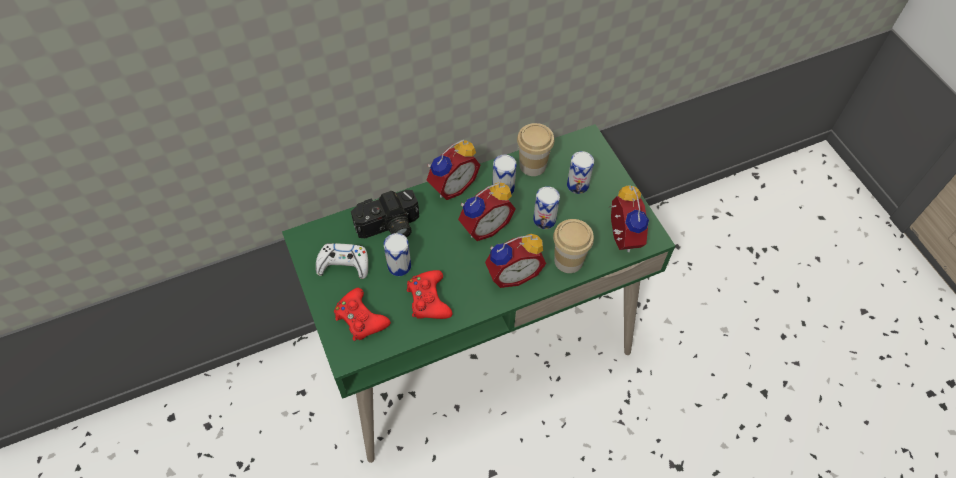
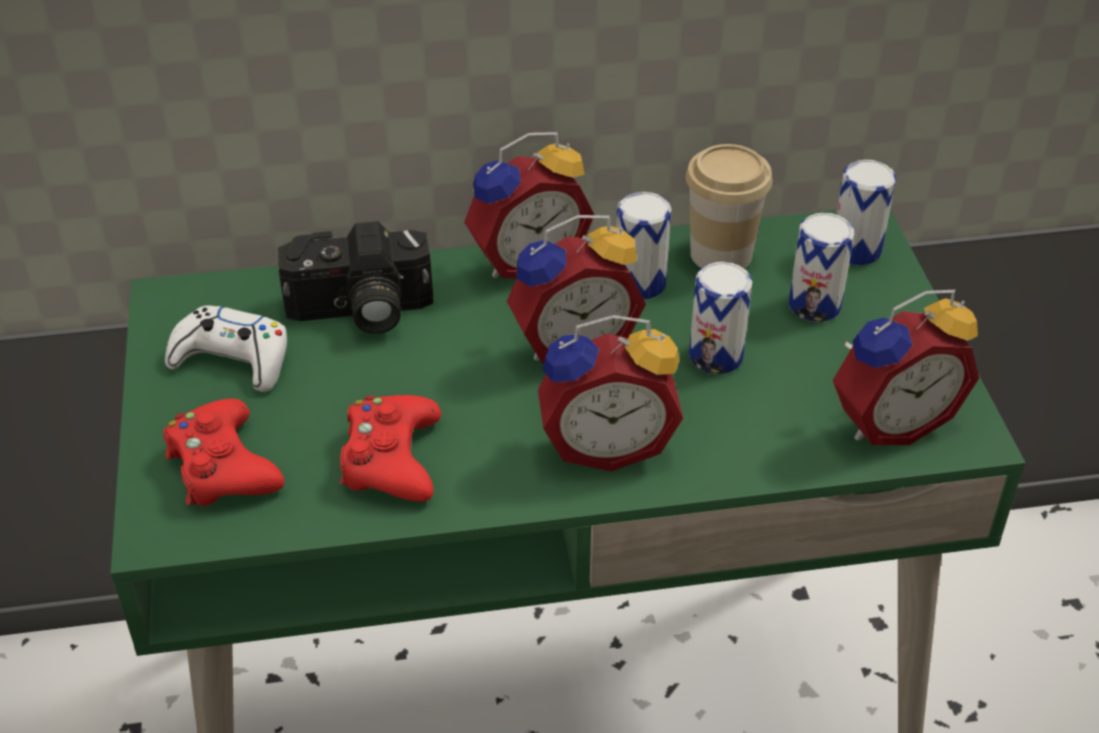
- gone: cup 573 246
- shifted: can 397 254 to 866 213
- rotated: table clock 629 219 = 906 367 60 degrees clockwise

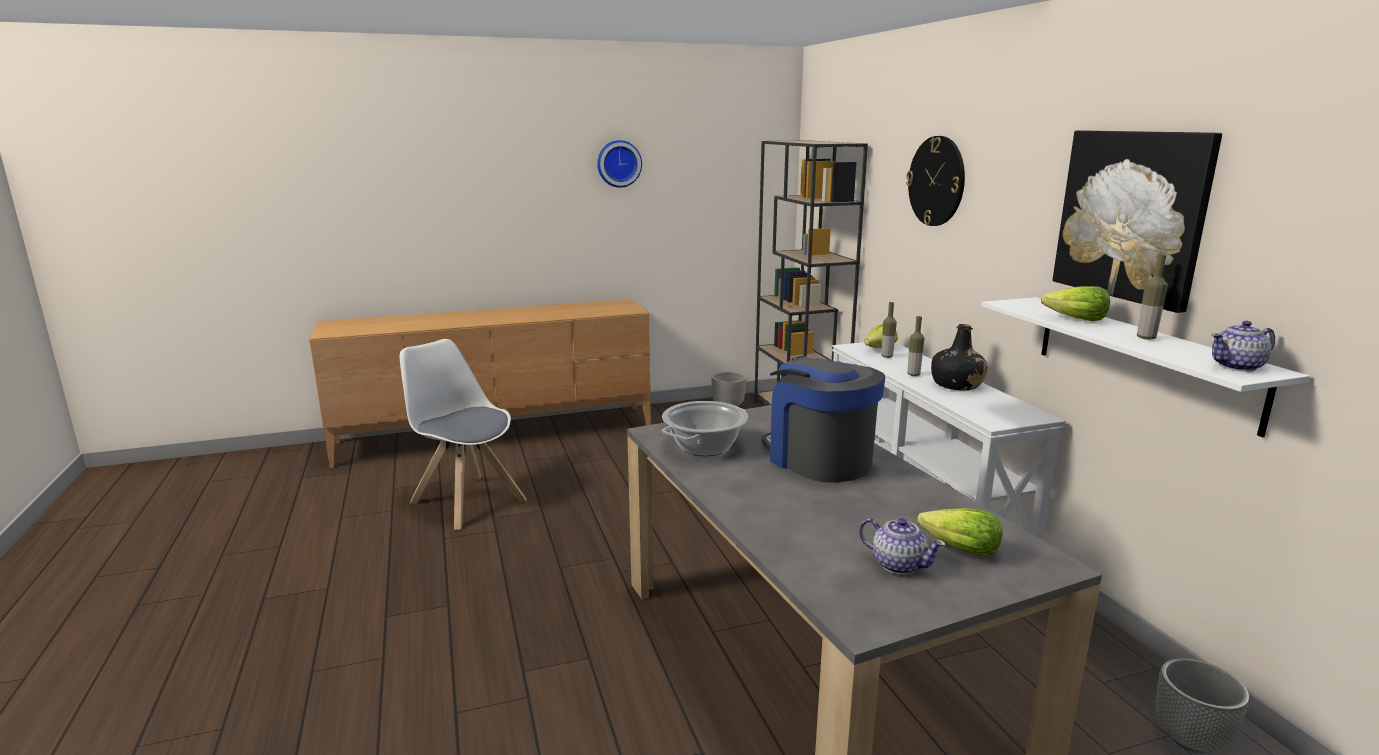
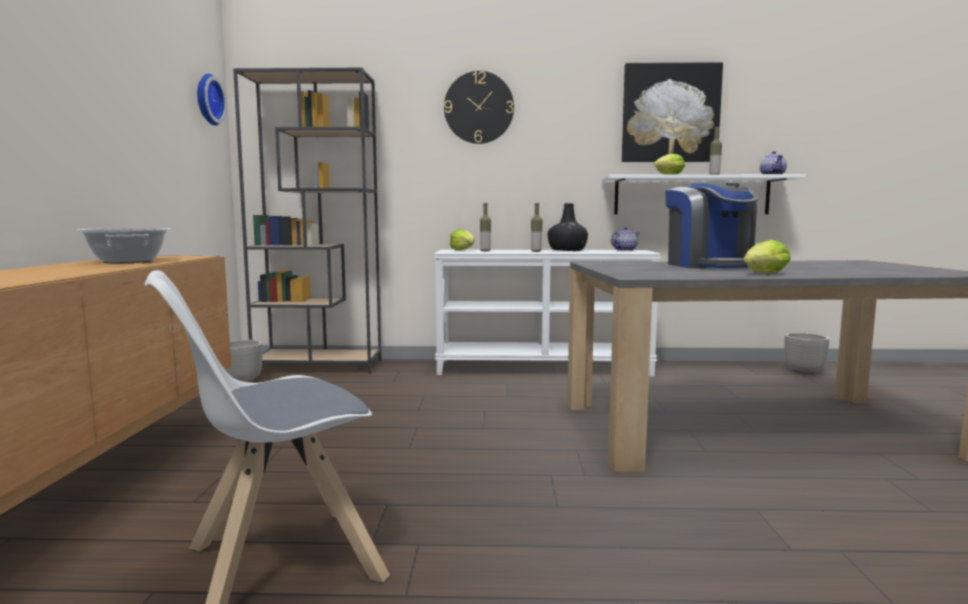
- shifted: wall clock 619 164 to 212 100
- shifted: saucepot 705 428 to 123 245
- shifted: tea pot 902 546 to 625 239
- shifted: lettuce 960 532 to 767 256
- rotated: coffee machine 824 419 = 712 224 90 degrees counterclockwise

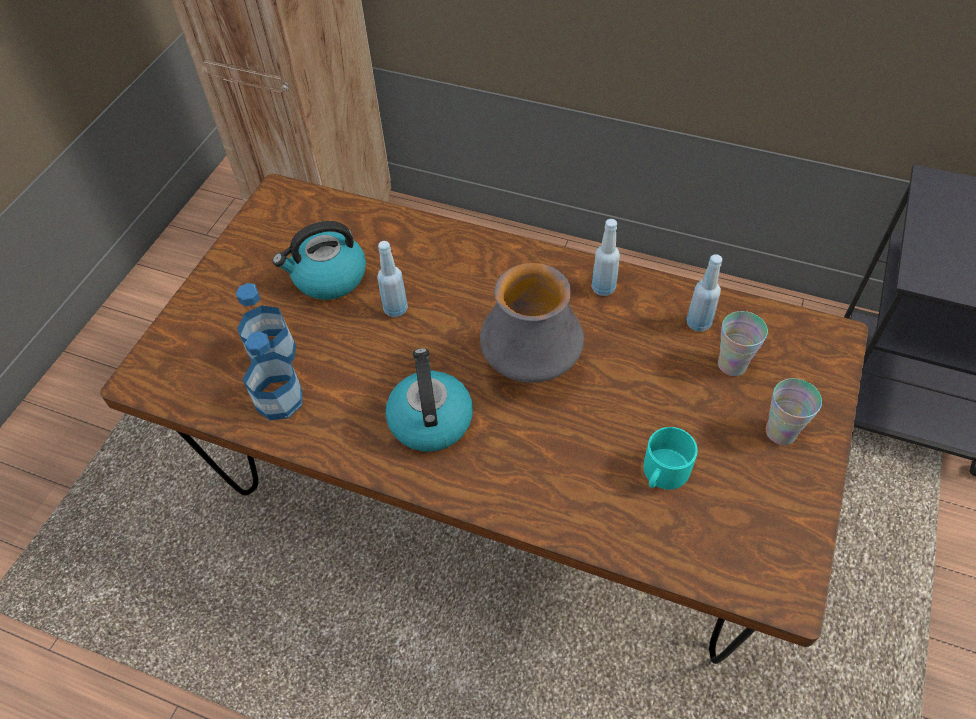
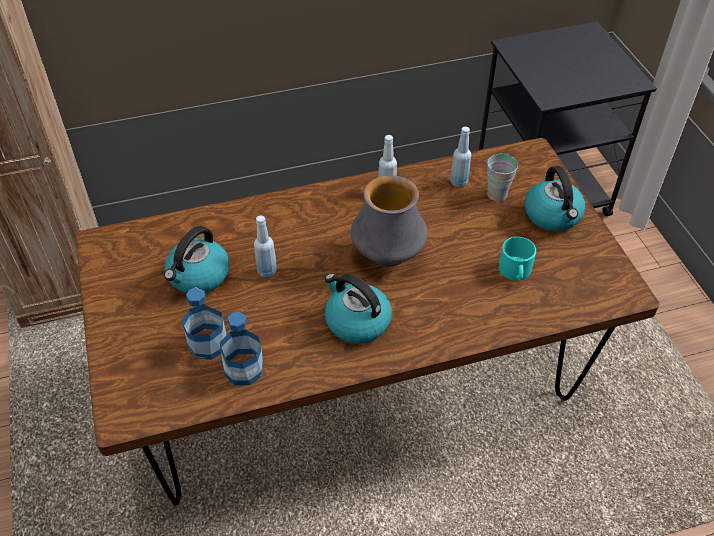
- swapped: cup 794 411 to water kettle 555 199

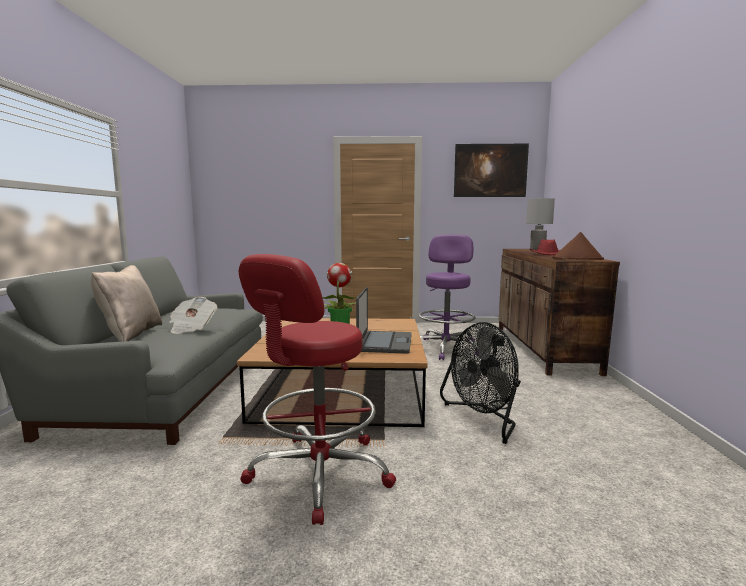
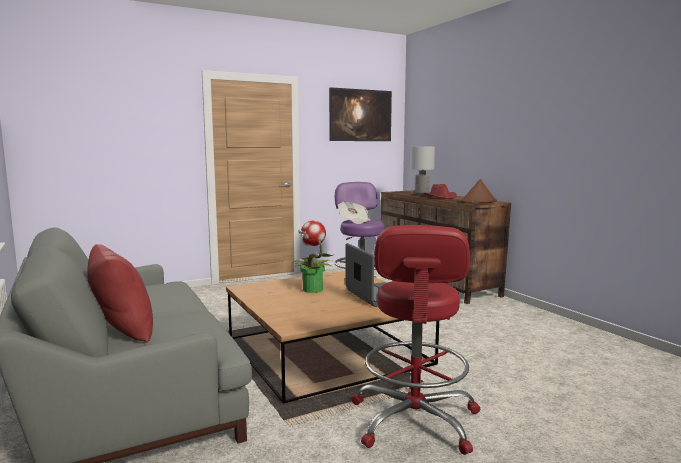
- gone: black fan 480 383
- shifted: printed paper 193 315 to 354 213
- repainted: sand-coloured pillow 126 303 to red-coloured pillow 120 293

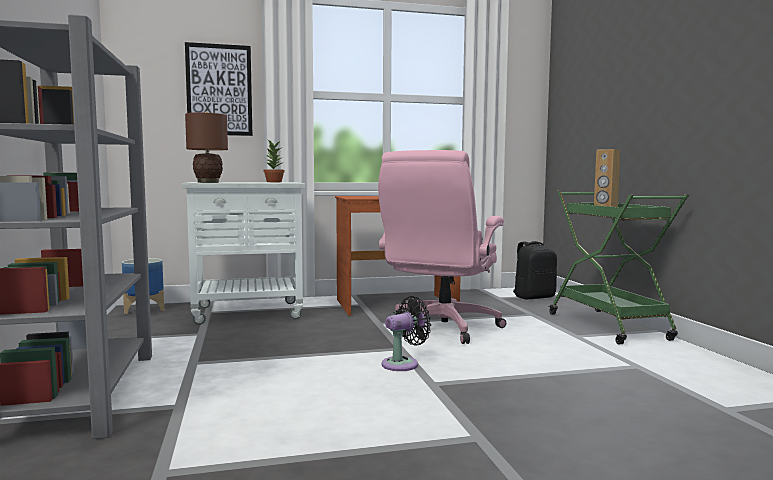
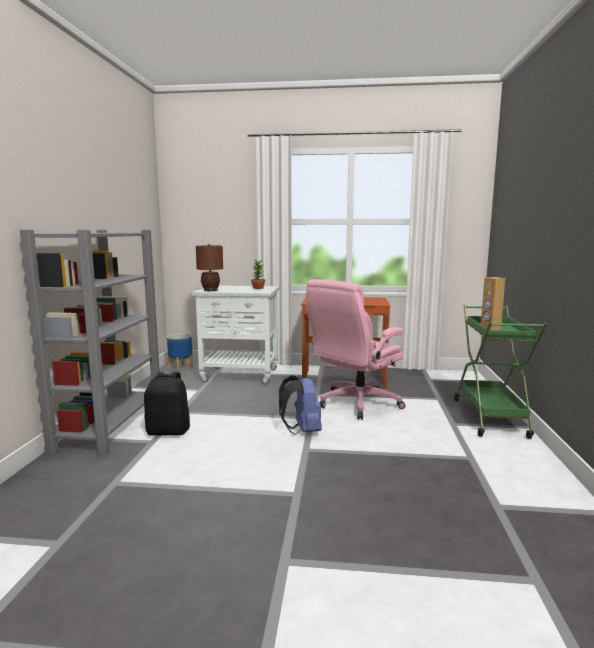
- gone: picture 218 89
- shifted: black rucksack 535 270 to 167 404
- swapped: black fan 406 333 to blue rucksack 300 405

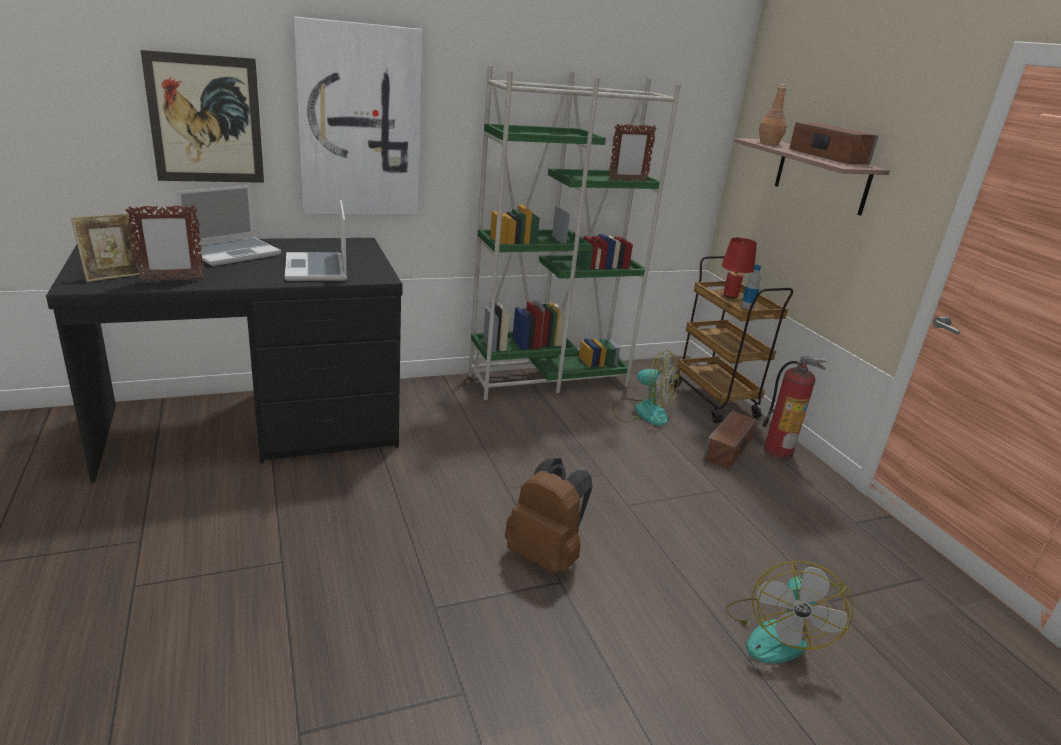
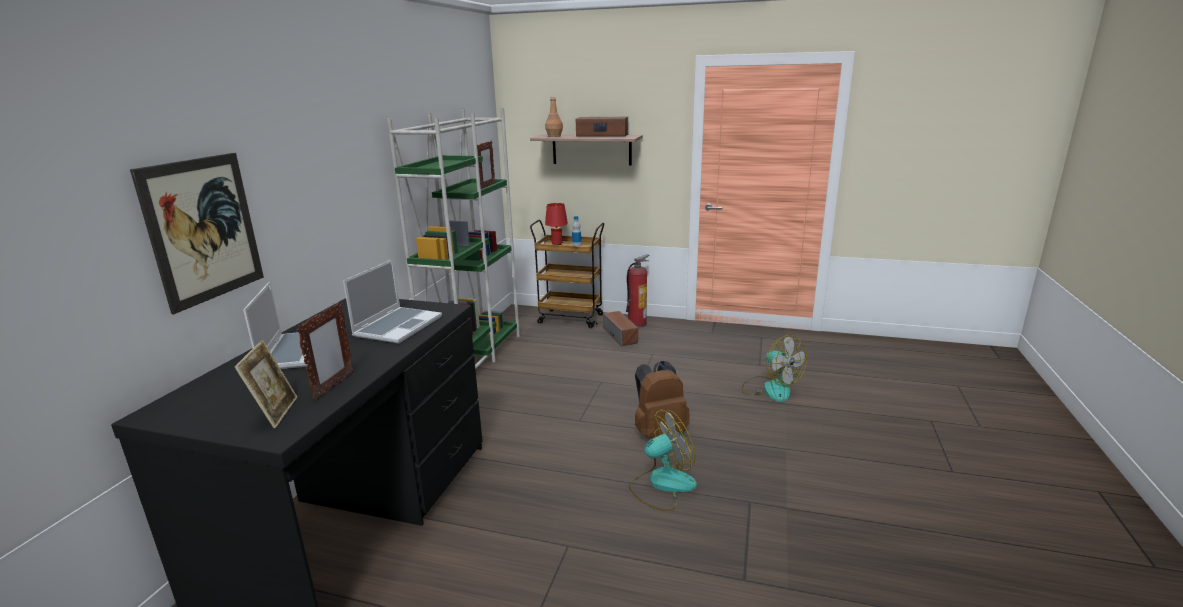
- gone: picture 357 115
- shifted: fan 646 388 to 663 460
- rotated: laptop 316 240 = 392 301 90 degrees counterclockwise

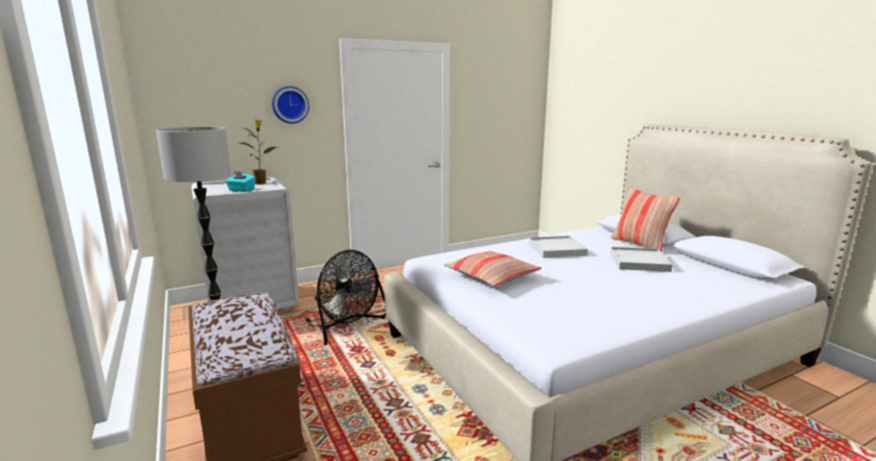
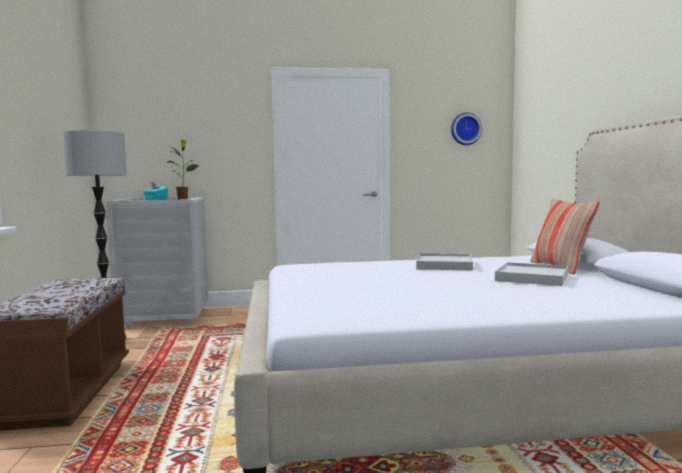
- gone: black fan 346 297
- gone: pillow 492 268
- shifted: wall clock 290 105 to 466 129

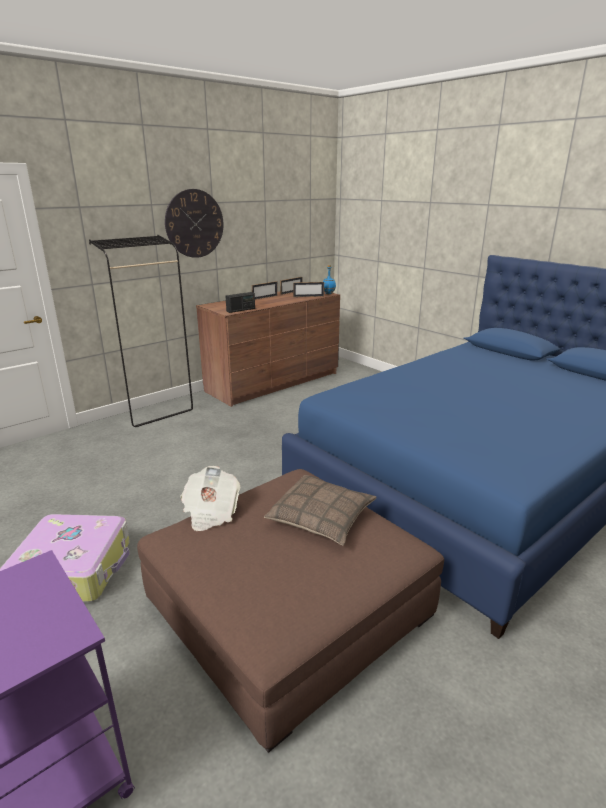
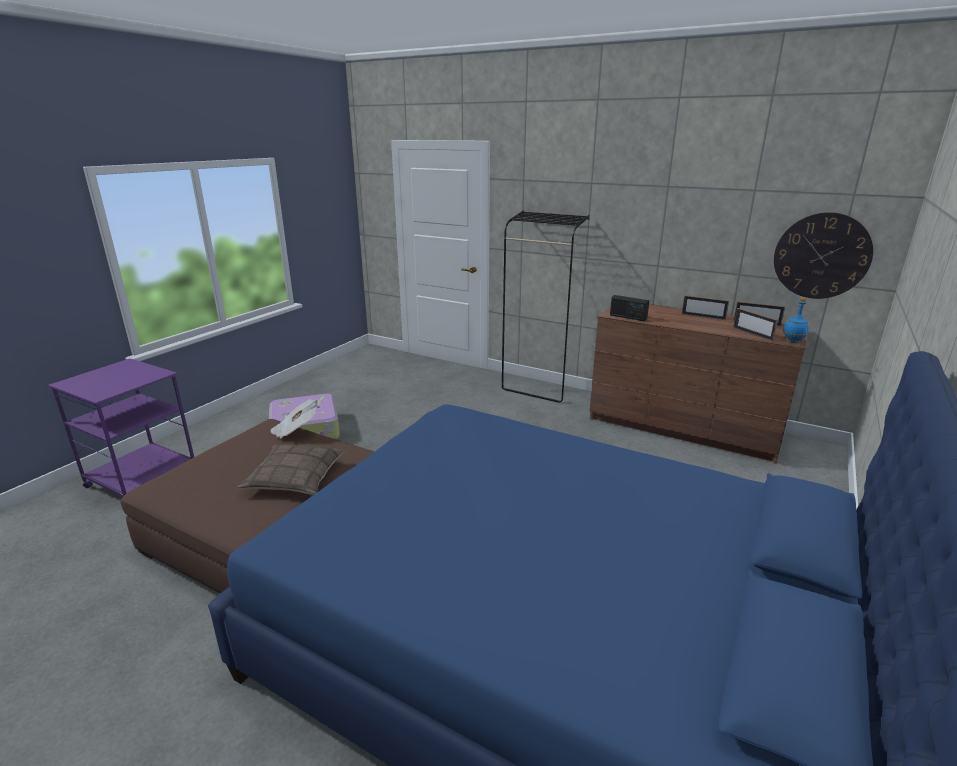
- shifted: wall clock 194 223 to 823 255

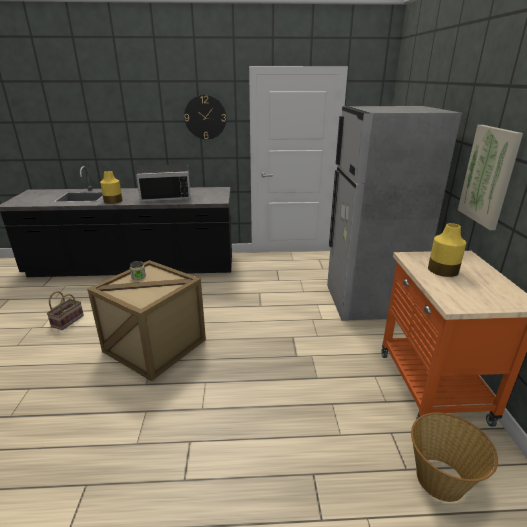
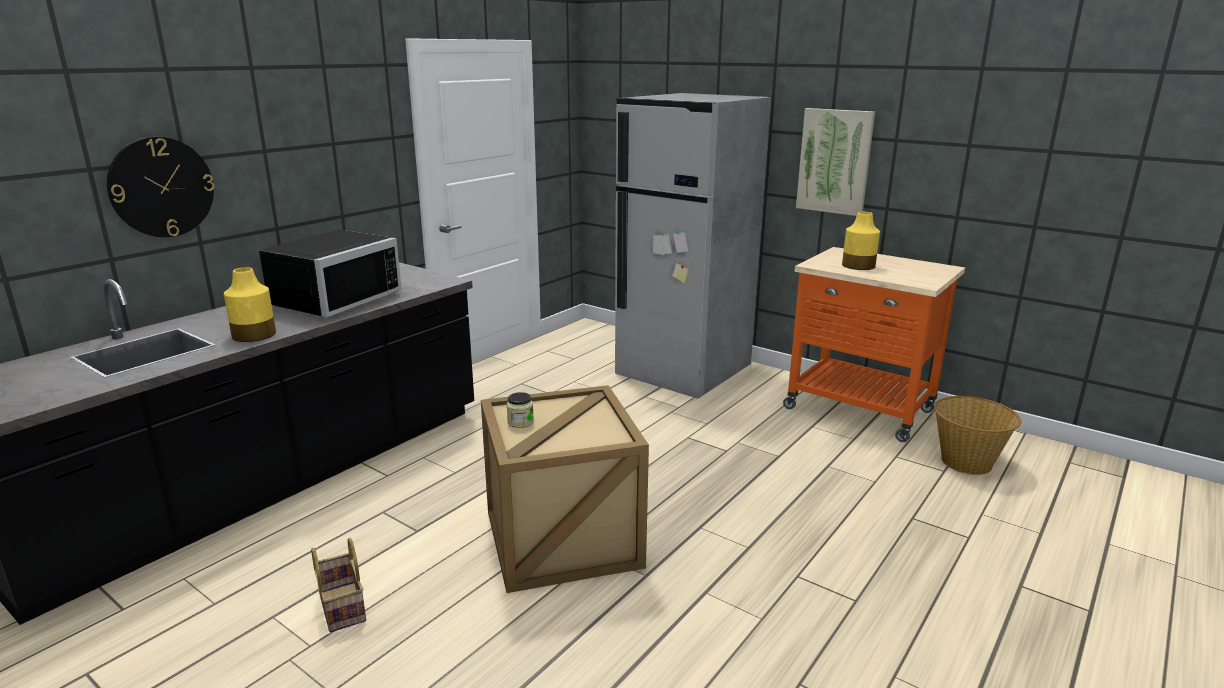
- shifted: wall clock 205 117 to 161 187

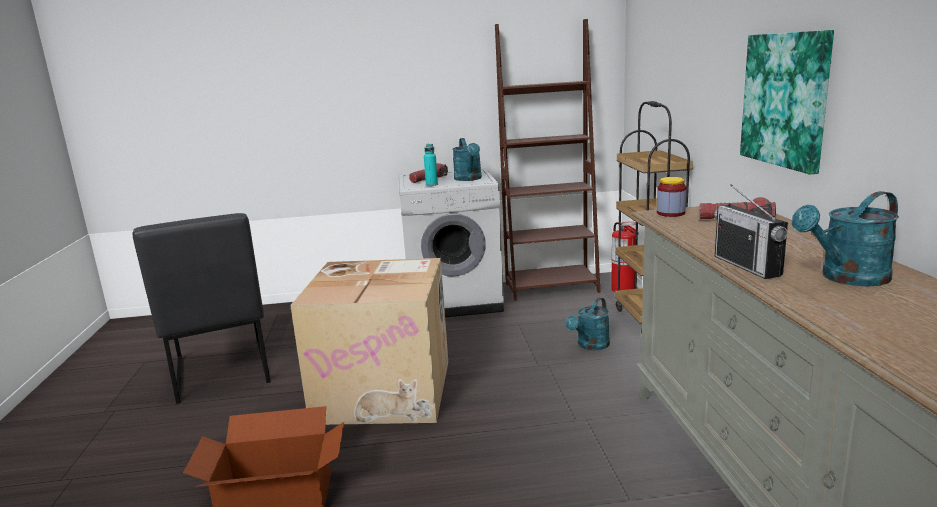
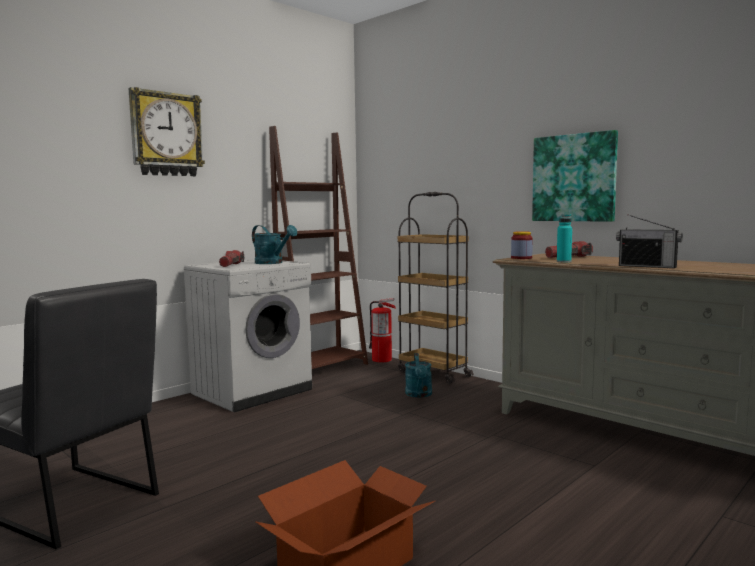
- gone: cardboard box 369 341
- gone: blue-green sprinkling can 845 239
- new: wall clock 166 131
- shifted: blue-green beverage bottle 431 165 to 564 238

